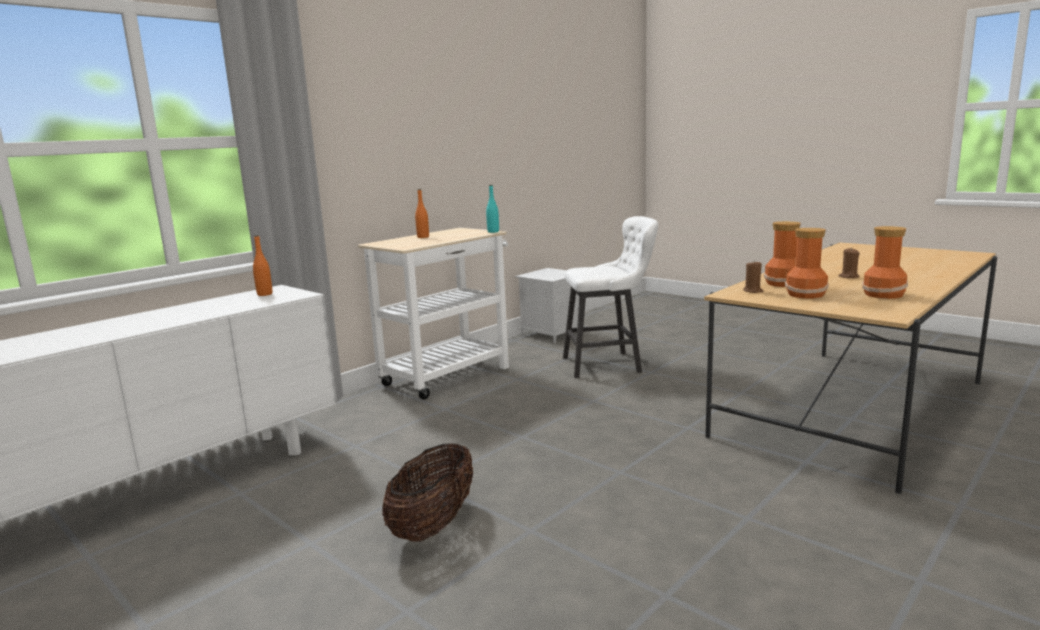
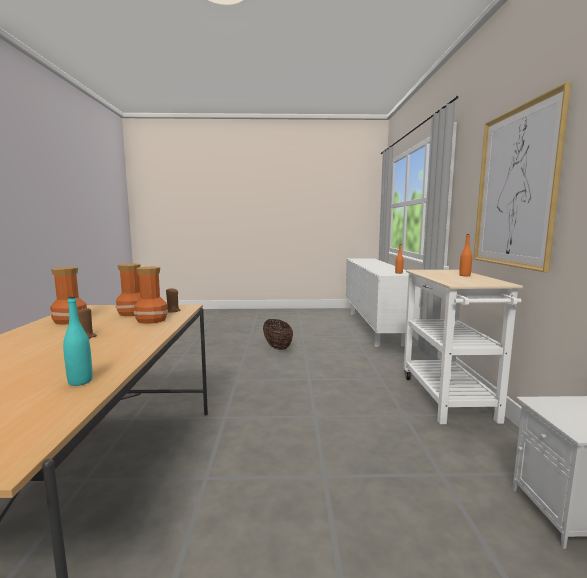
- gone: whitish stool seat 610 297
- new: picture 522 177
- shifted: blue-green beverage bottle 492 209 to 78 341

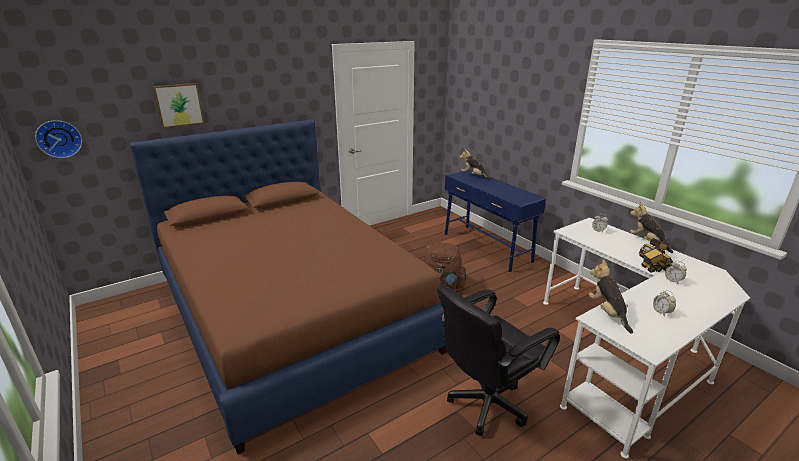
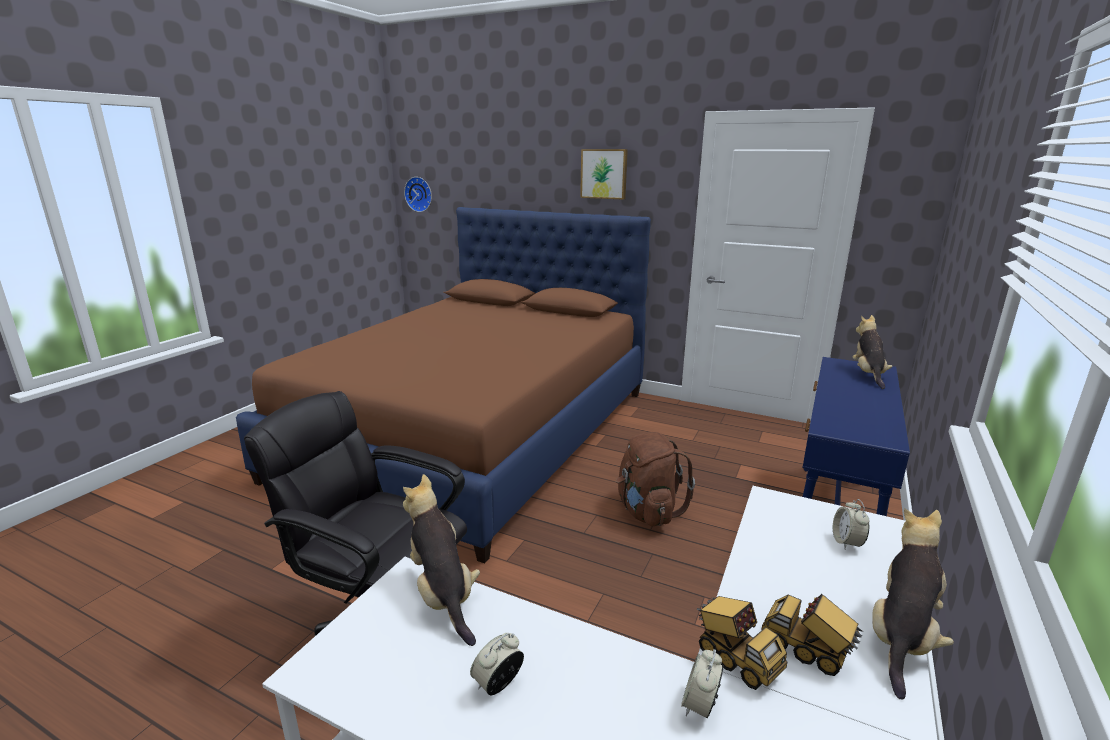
- shifted: picture 178 105 to 604 174
- rotated: cuddly toy 611 297 = 441 560 75 degrees counterclockwise

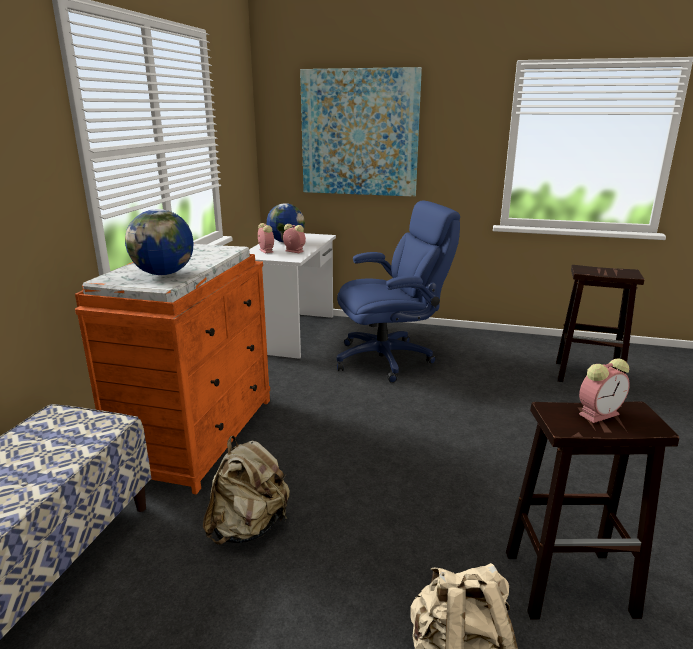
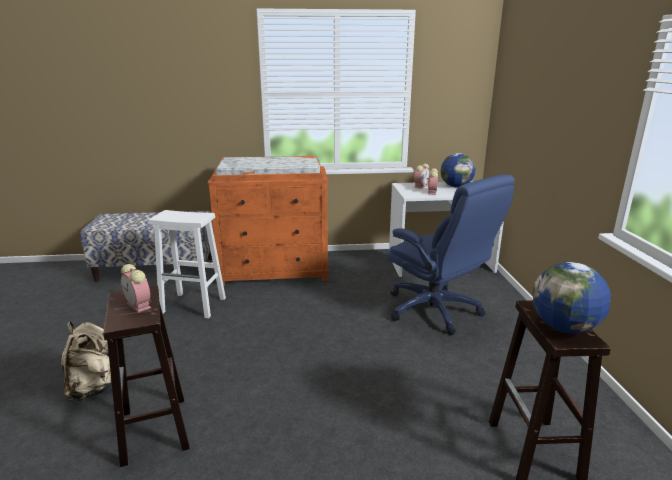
- gone: picture 361 132
- shifted: globe 159 242 to 572 297
- swapped: sand-coloured rucksack 246 490 to whitish stool seat 187 264

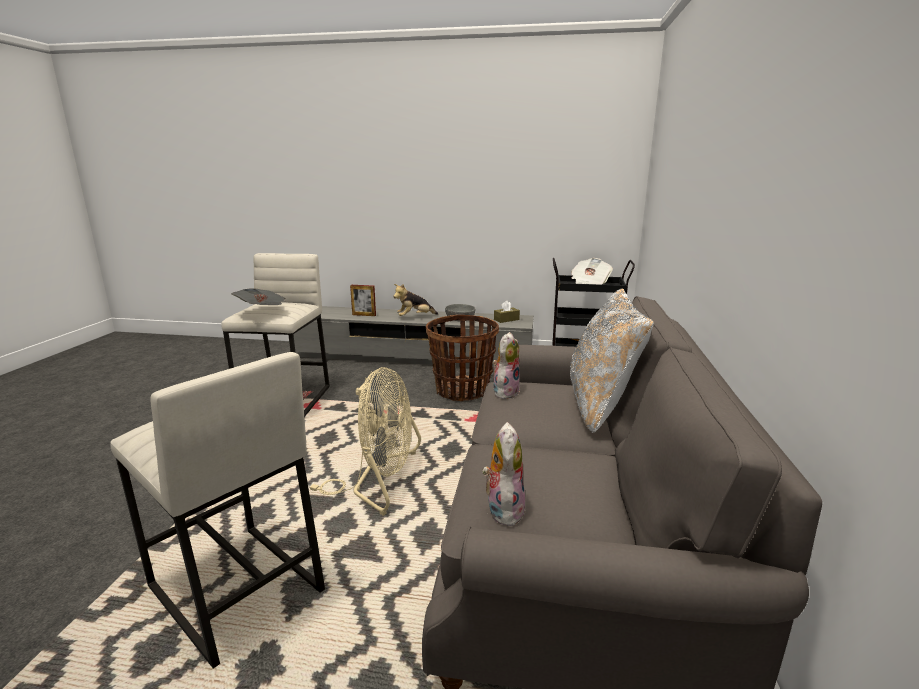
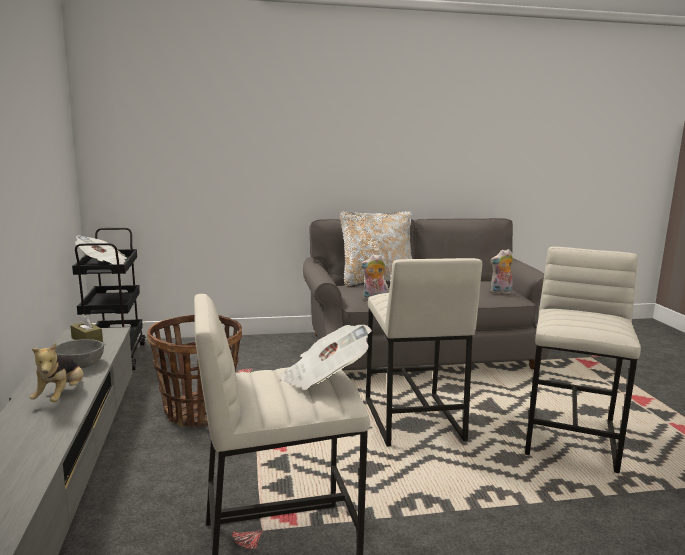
- gone: photo frame 363 300
- swapped: sand-coloured fan 365 441 to sand-coloured stool seat 424 352
- rotated: cuddly toy 415 300 = 57 372 45 degrees clockwise

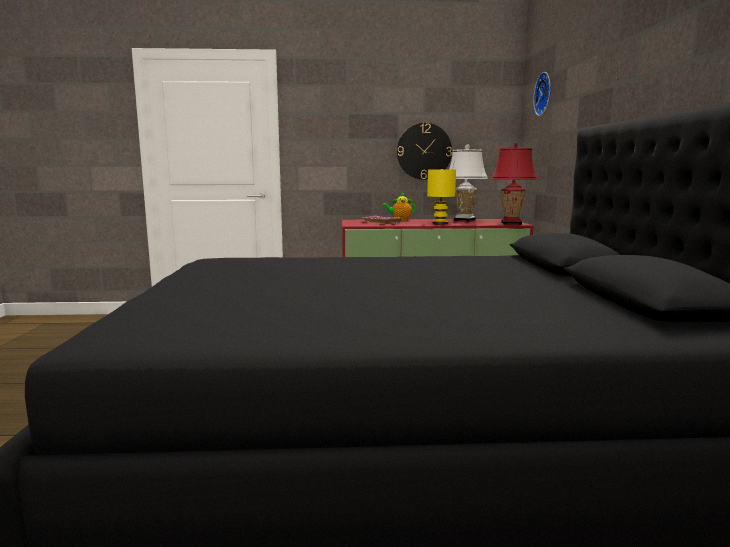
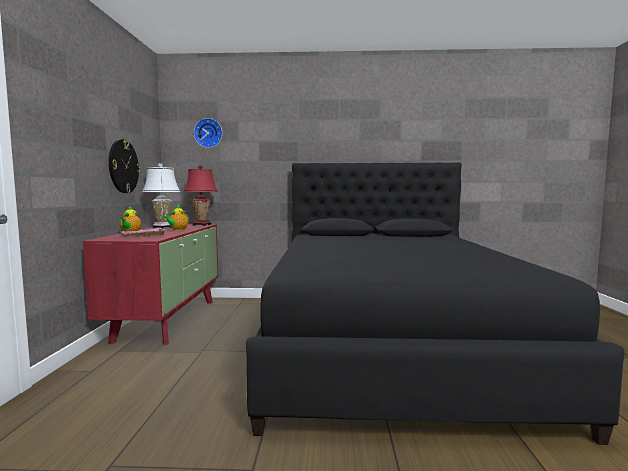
- swapped: yellowish tabletop lamp 441 196 to tea pot 175 218

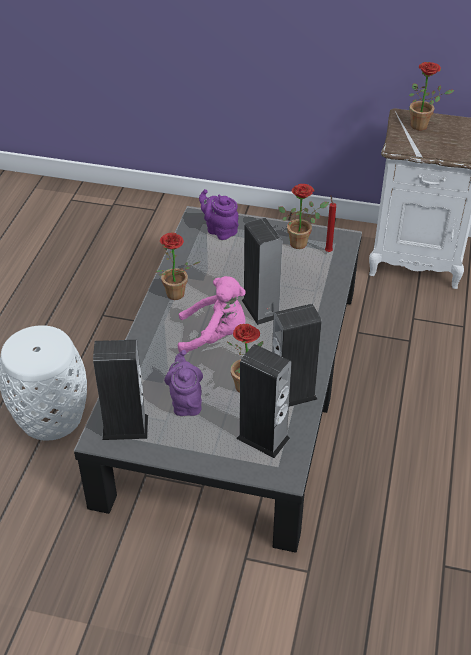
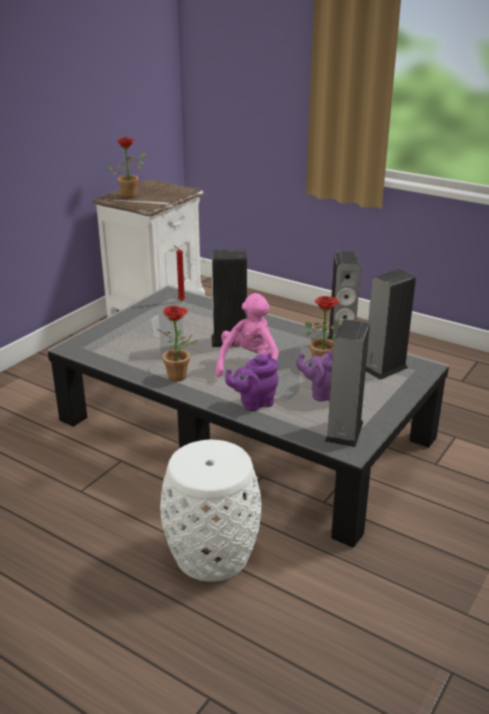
- gone: plant in a pot 304 216
- shifted: purple tea pot 219 214 to 251 382

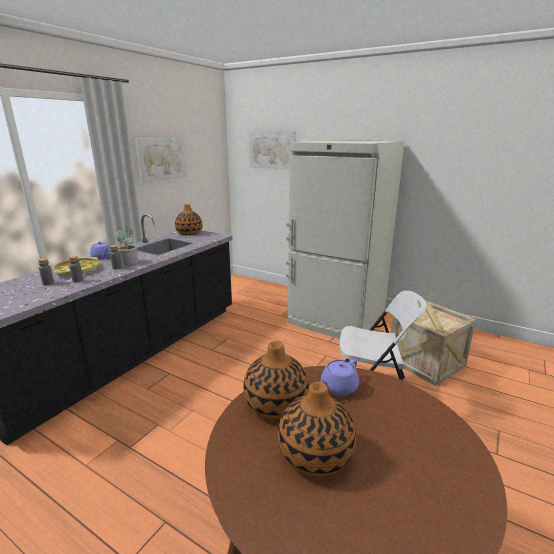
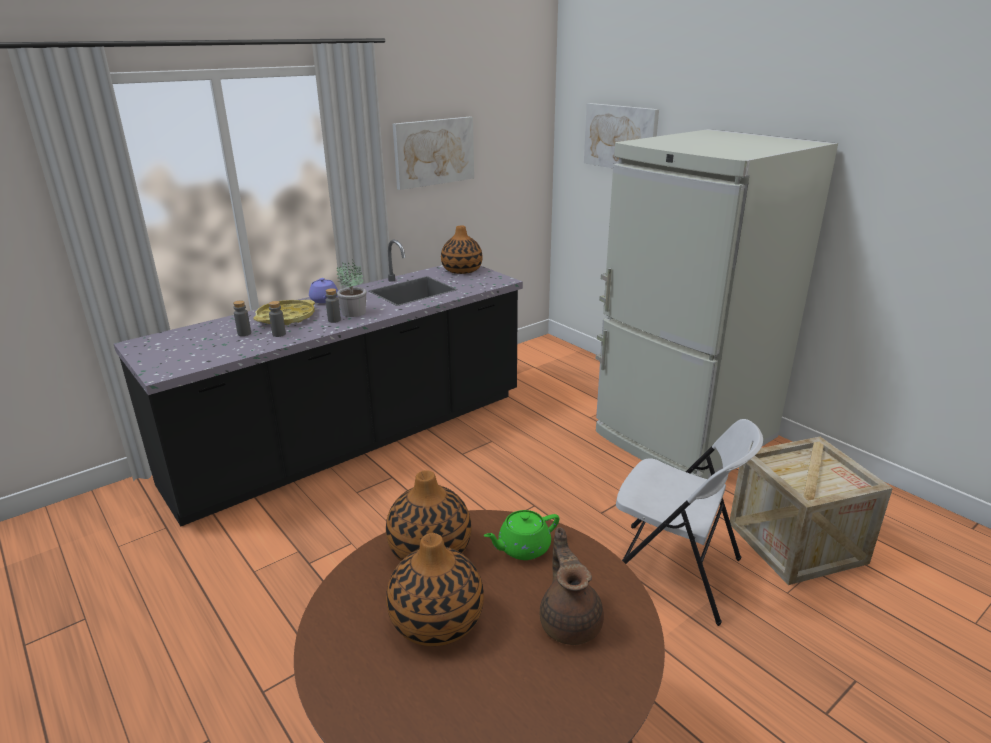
- new: brown-coloured tea pot 572 586
- repainted: purple tea pot 340 377 to green tea pot 521 535

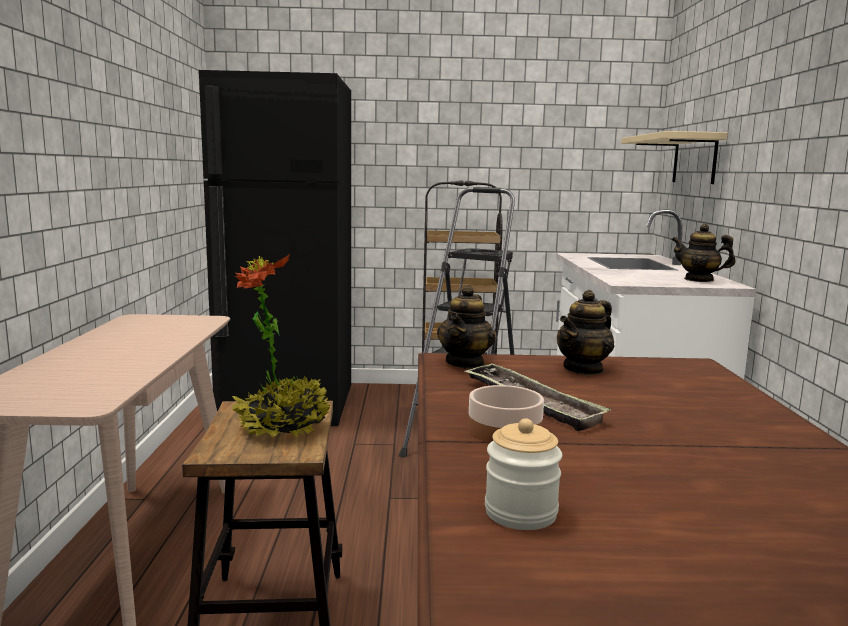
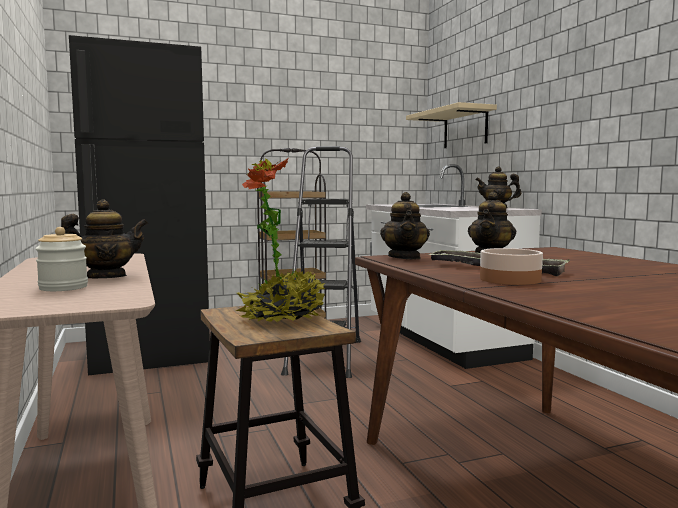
- new: tea pot 104 239
- shifted: storage jar 523 474 to 61 259

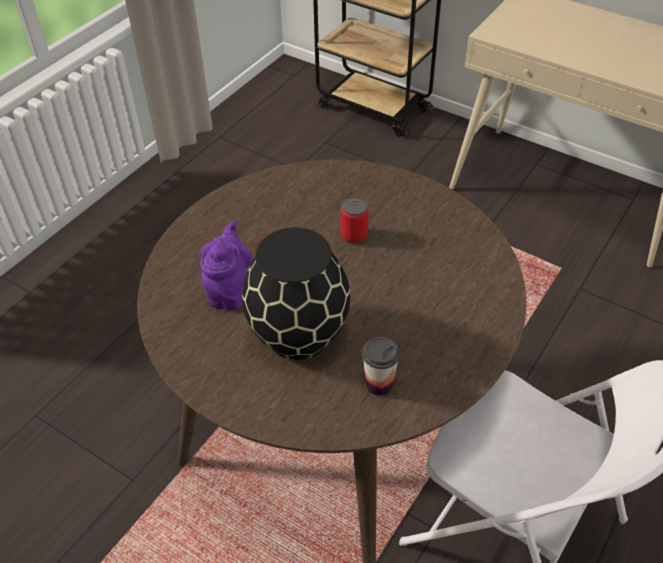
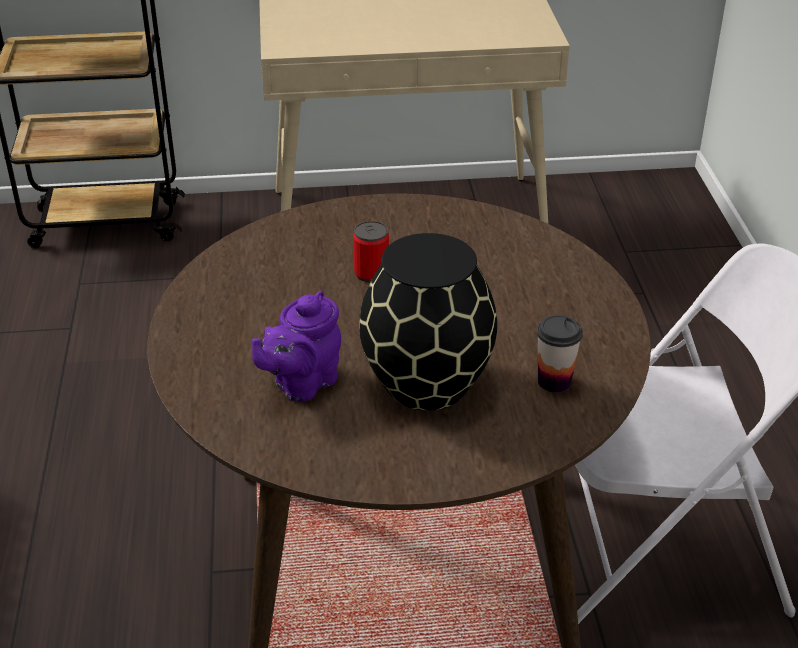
- rotated: purple tea pot 226 265 = 296 346 105 degrees counterclockwise

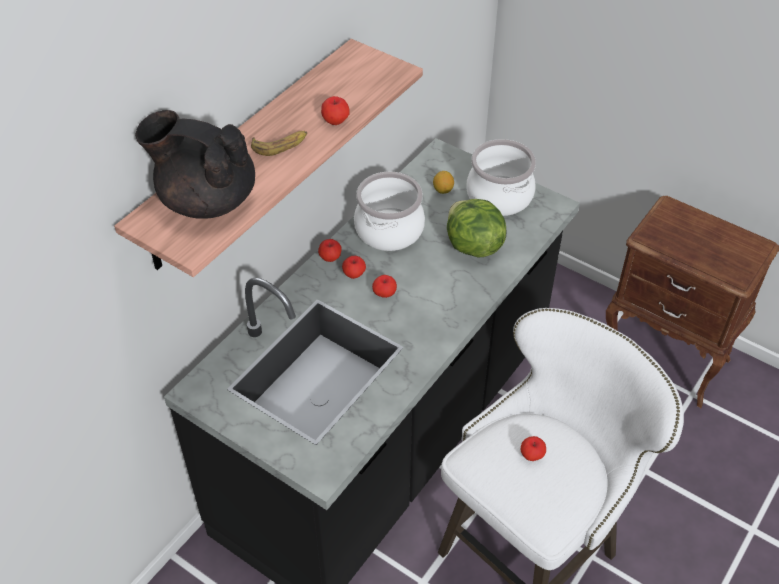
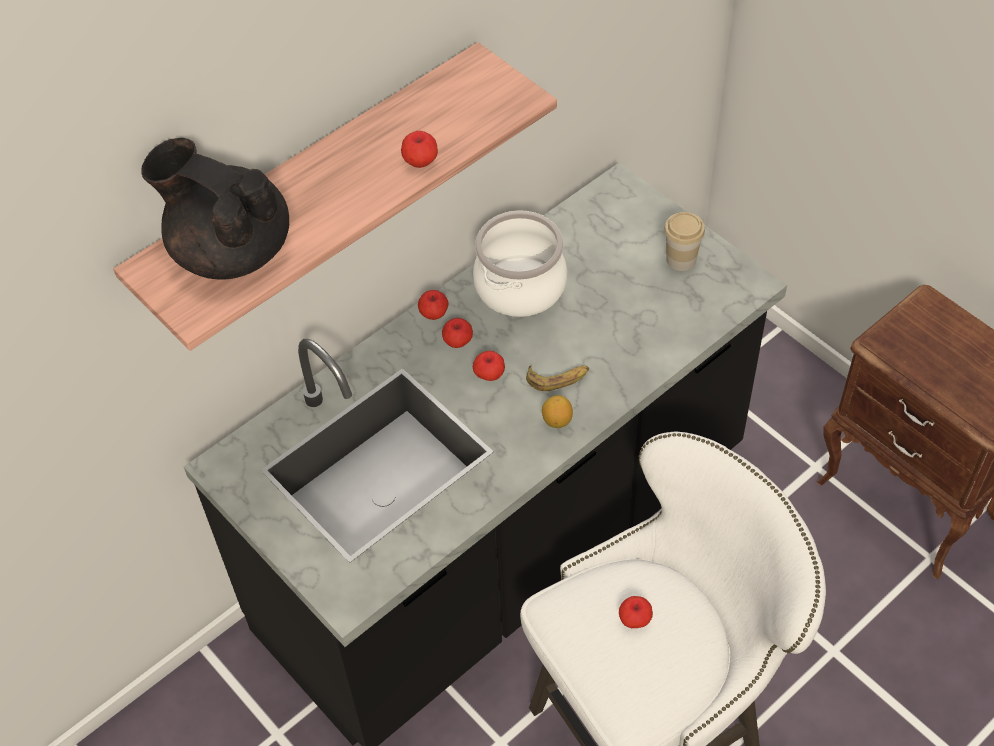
- gone: lettuce 476 228
- shifted: banana fruit 279 143 to 557 378
- shifted: lemon 443 182 to 557 411
- swapped: saucepot 501 177 to cup 684 241

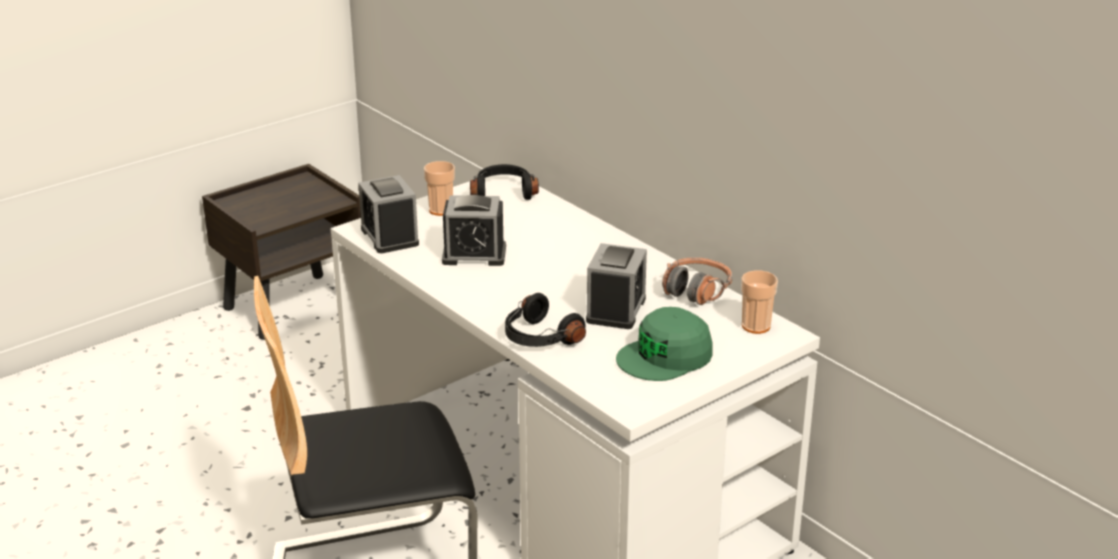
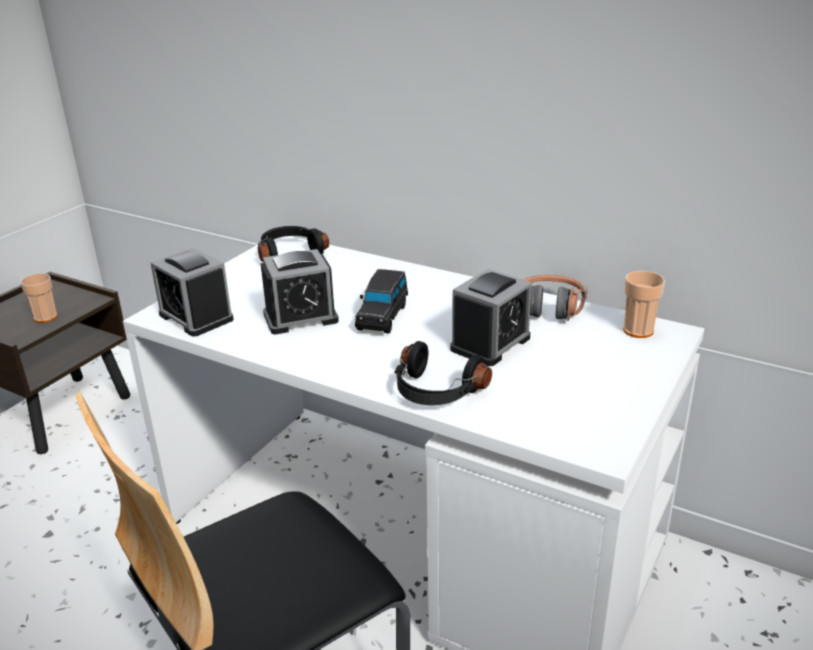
- gone: green peaked cap 664 344
- new: black toy car 381 301
- shifted: cup 439 188 to 38 298
- rotated: table clock 616 286 = 491 317 45 degrees clockwise

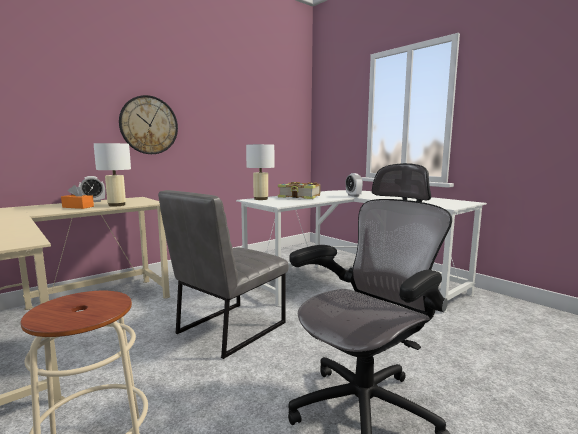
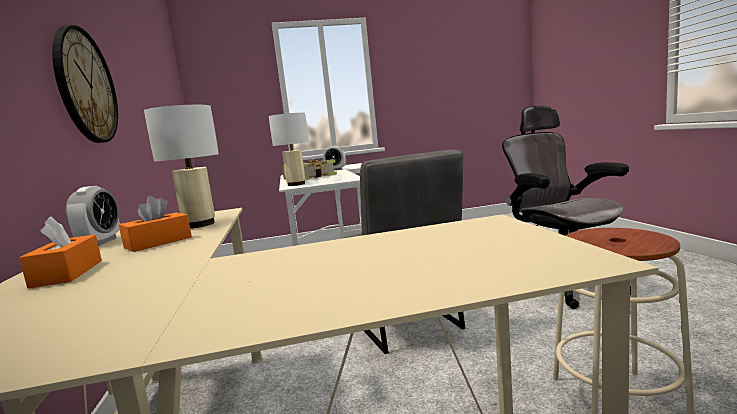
- new: orangey tissue holder 60 252

